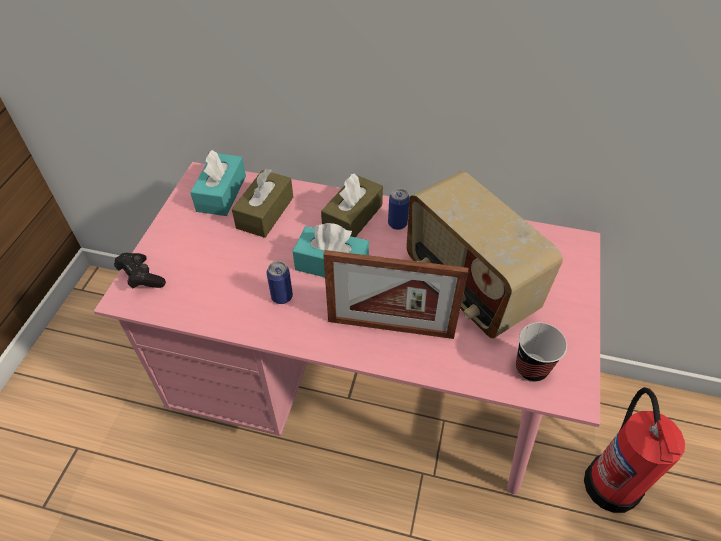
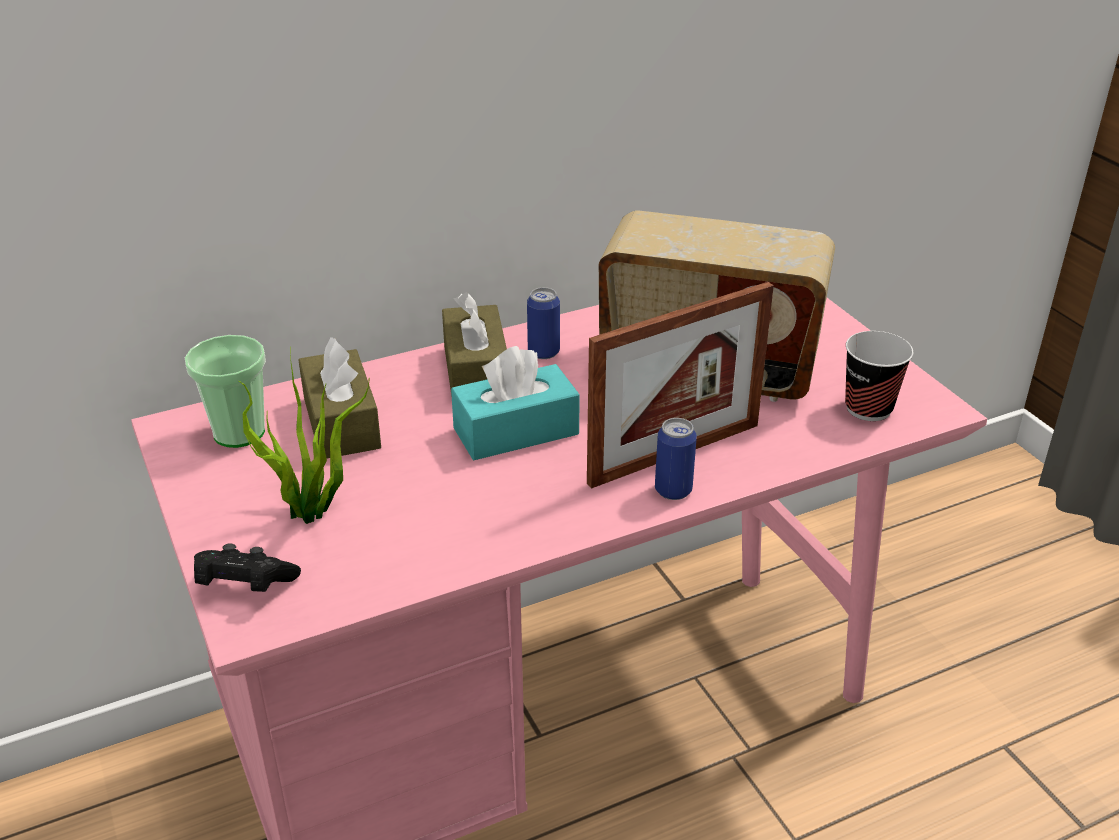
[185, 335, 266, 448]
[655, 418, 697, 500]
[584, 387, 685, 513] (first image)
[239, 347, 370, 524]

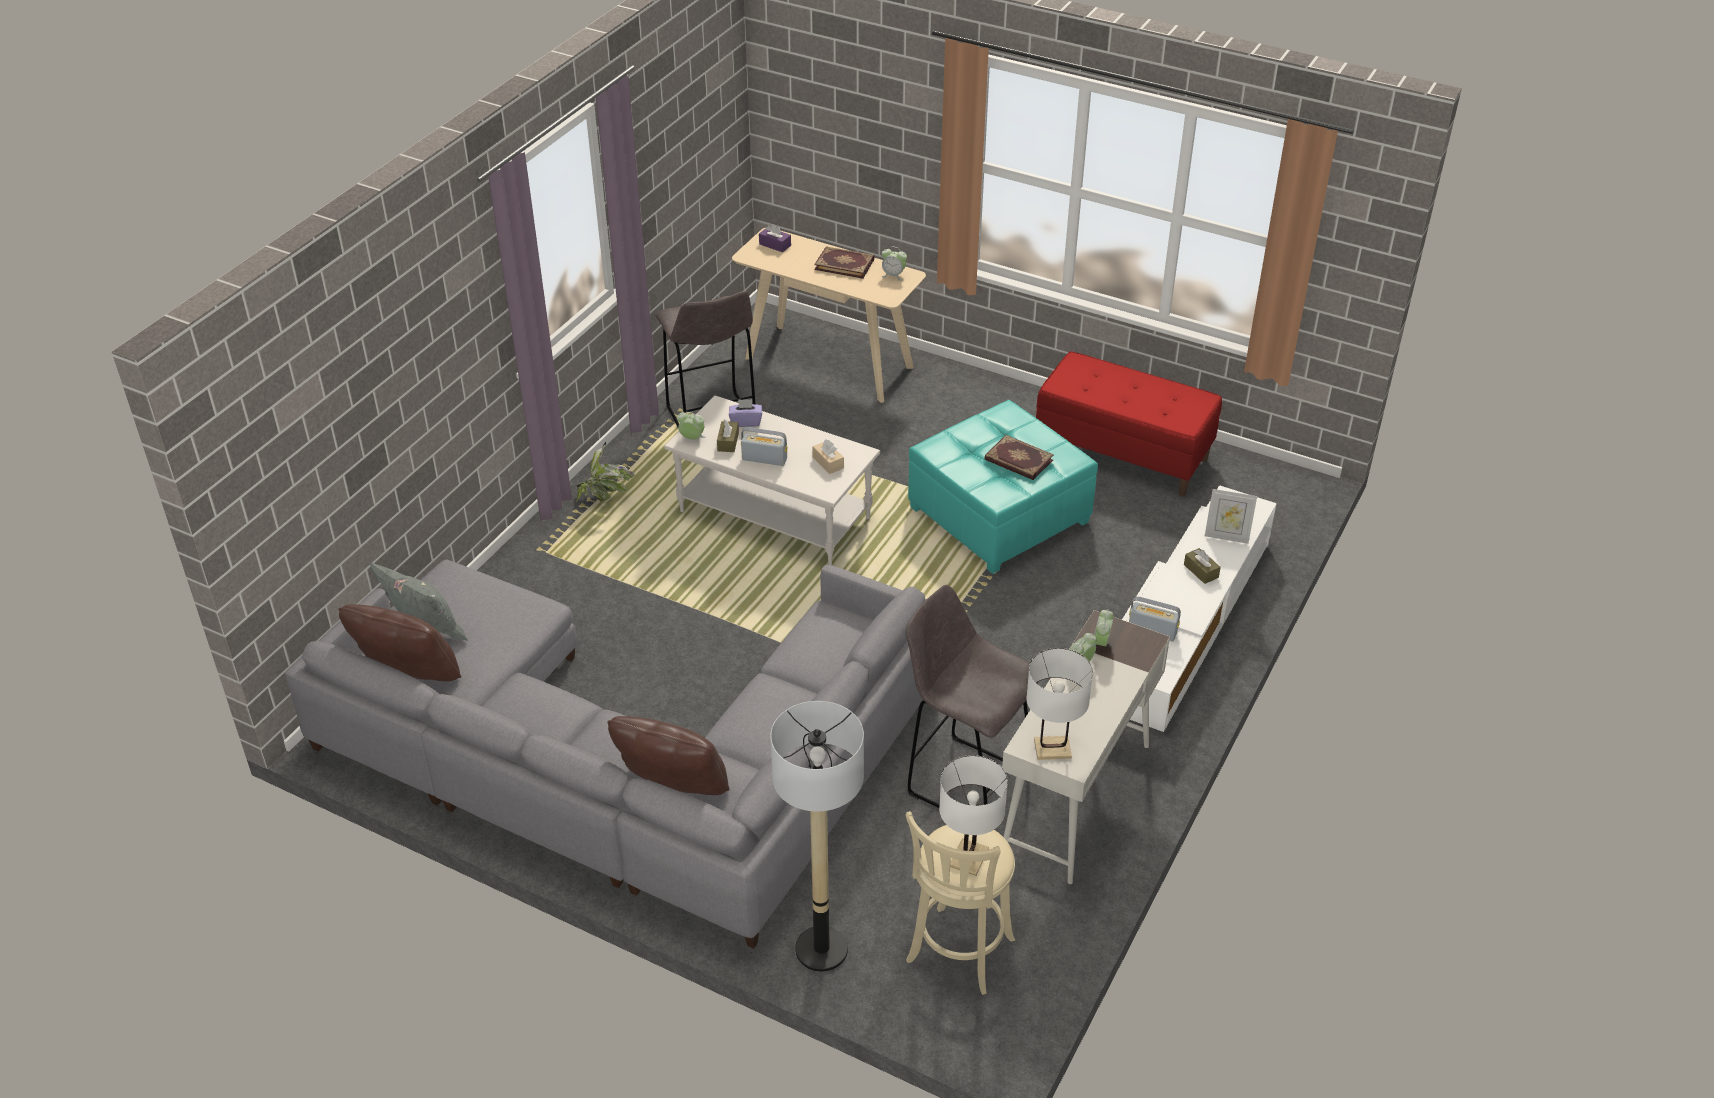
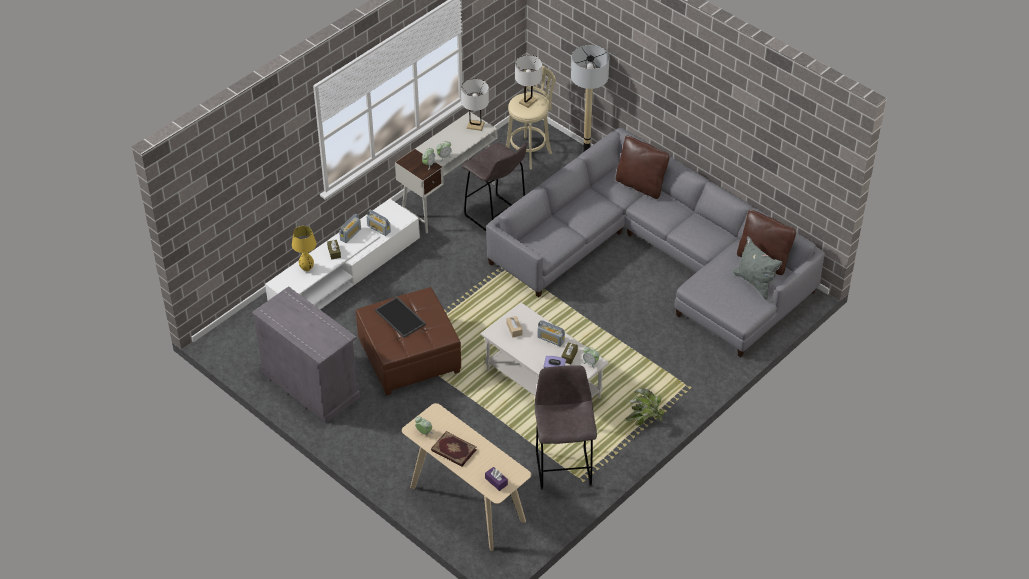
[356, 287, 461, 396]
[375, 297, 426, 338]
[252, 286, 360, 423]
[292, 226, 316, 271]
[339, 214, 361, 243]

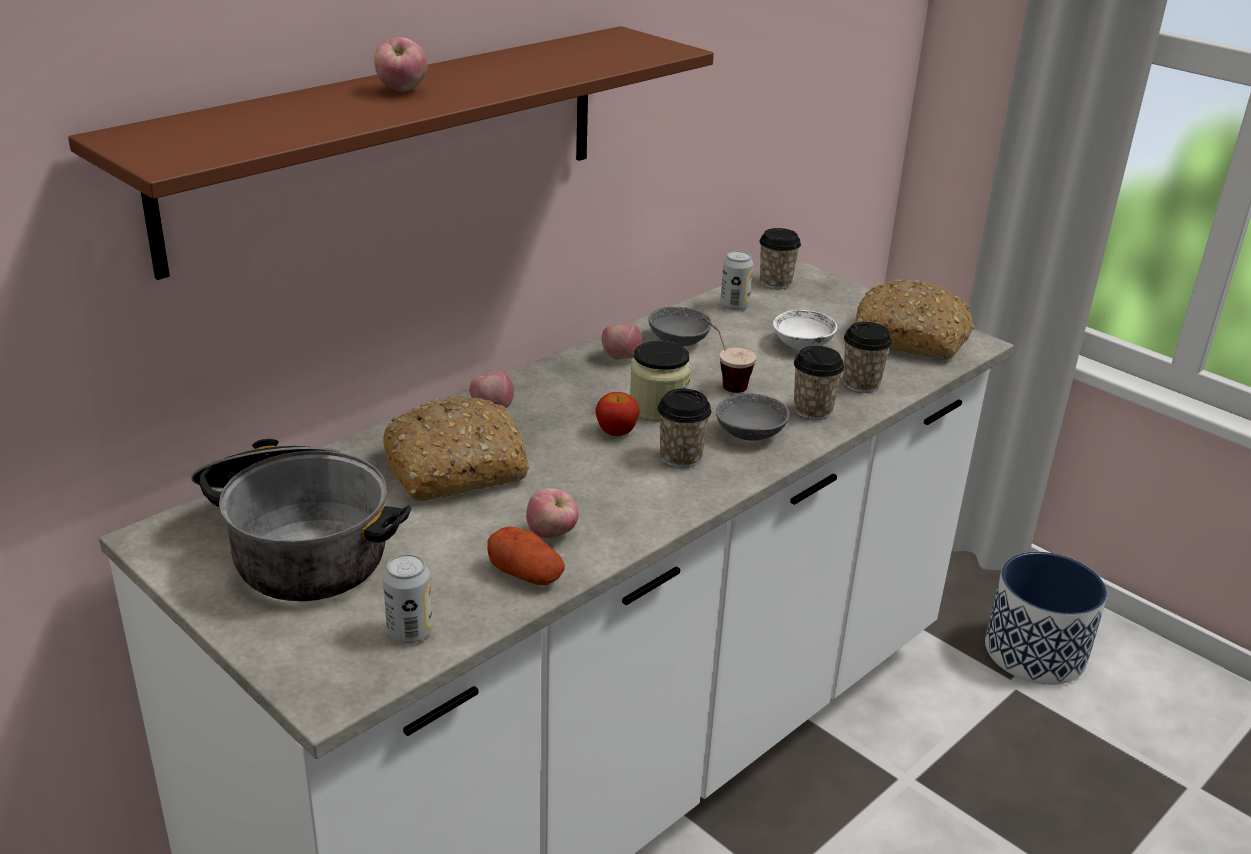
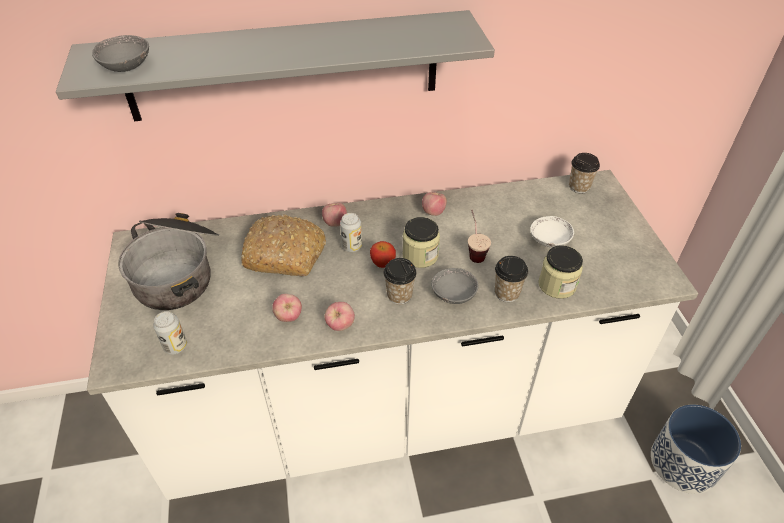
[56, 10, 495, 121]
[325, 302, 355, 331]
[487, 526, 565, 585] (first image)
[92, 35, 149, 72]
[340, 213, 362, 252]
[538, 245, 583, 299]
[855, 279, 974, 360] (first image)

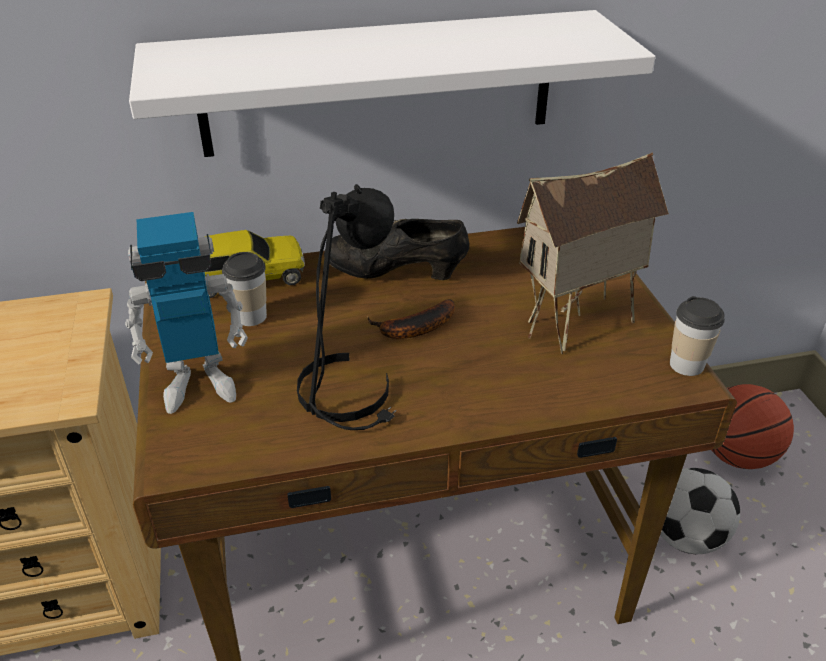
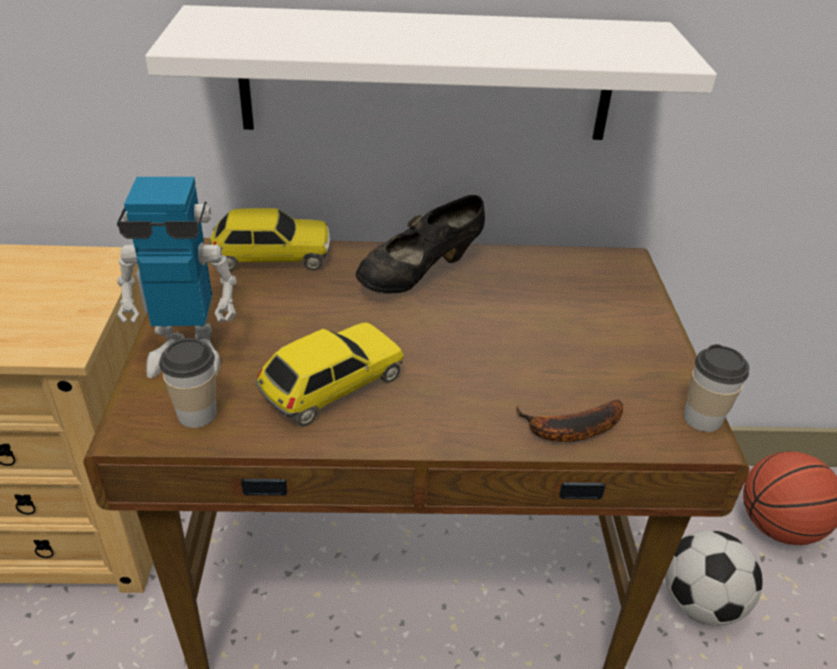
[159, 338, 217, 428]
[255, 323, 404, 427]
[356, 195, 485, 293]
[516, 400, 623, 442]
[517, 152, 669, 354] (first image)

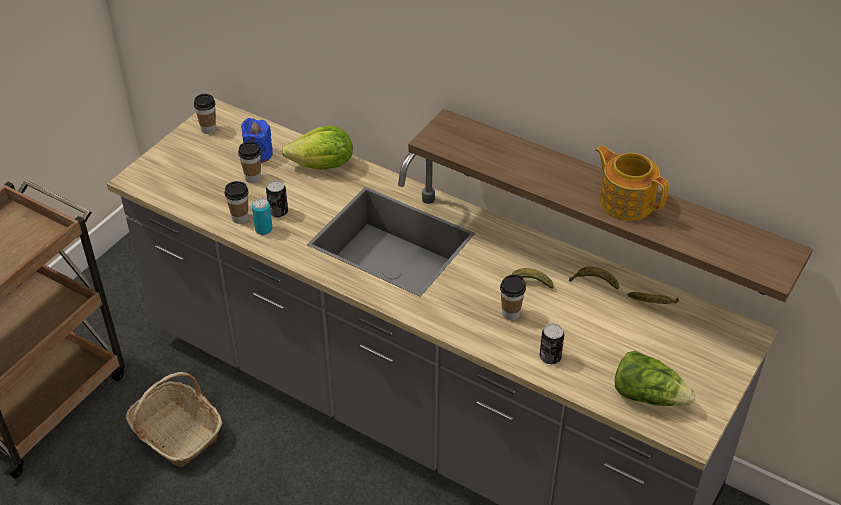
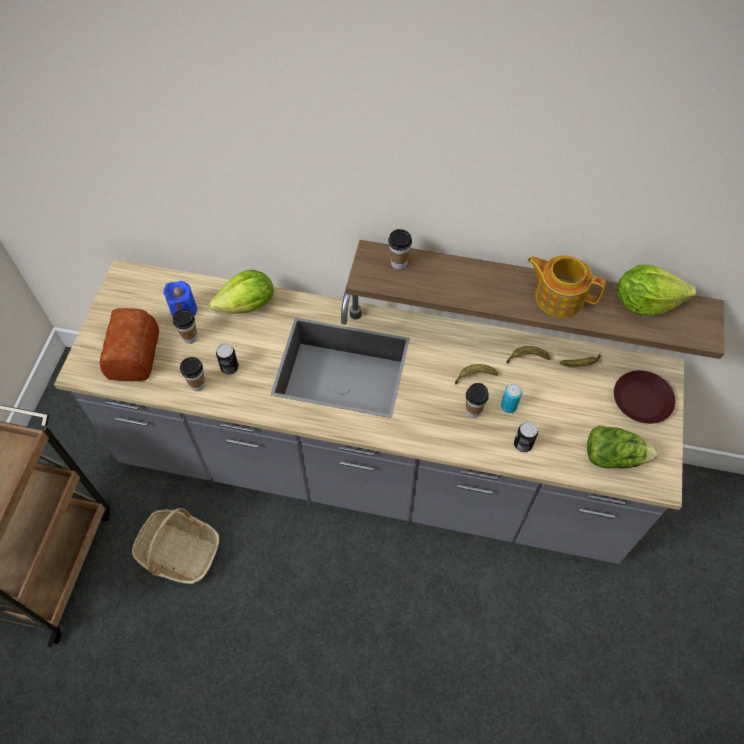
[388, 229, 412, 270]
[501, 384, 522, 413]
[99, 308, 159, 381]
[614, 370, 675, 424]
[617, 264, 696, 316]

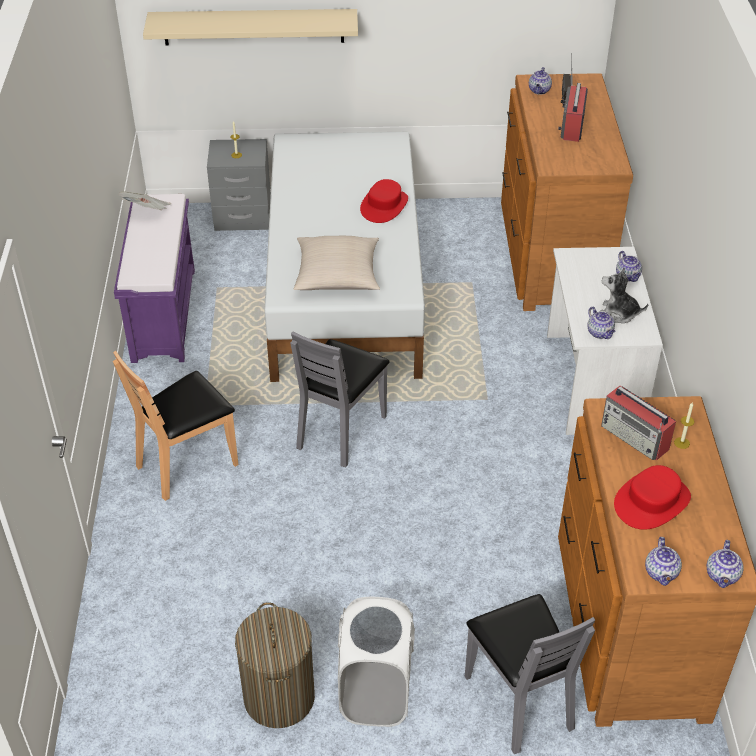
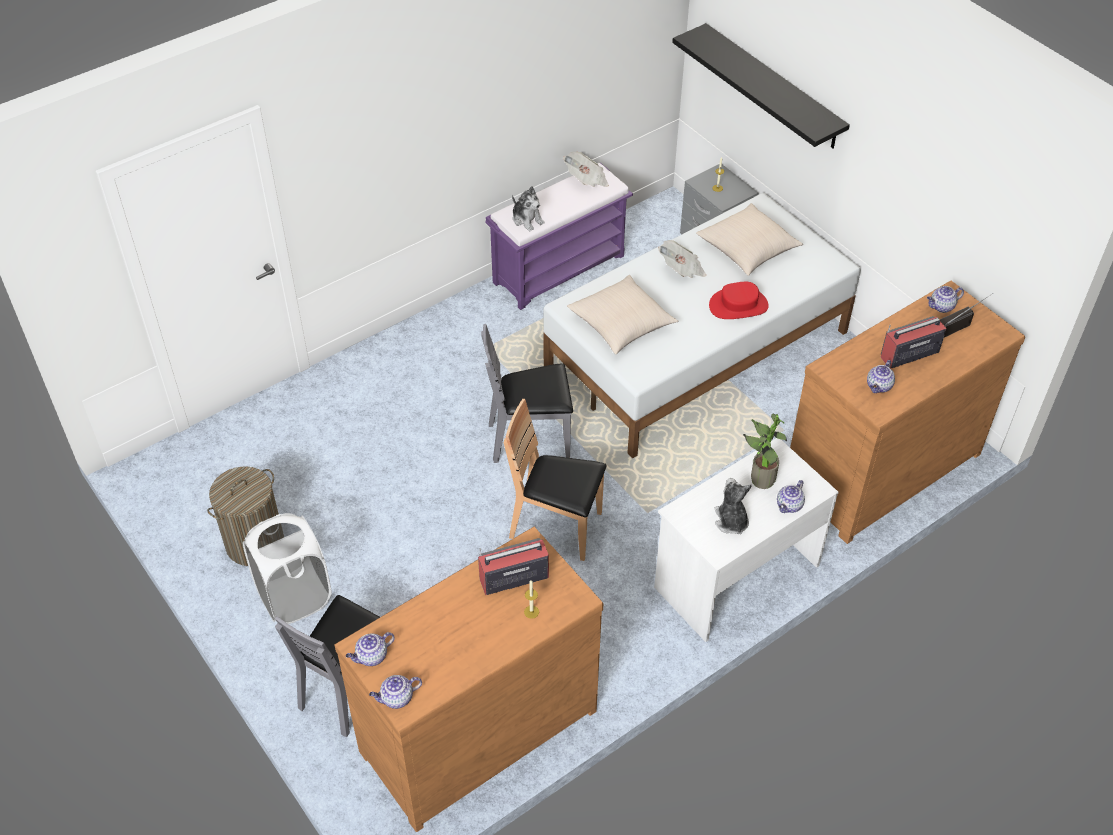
[504, 399, 607, 561]
[672, 23, 850, 149]
[867, 360, 895, 393]
[478, 538, 549, 595]
[614, 465, 691, 530] (first image)
[512, 186, 544, 231]
[658, 240, 706, 278]
[696, 203, 803, 276]
[743, 413, 787, 489]

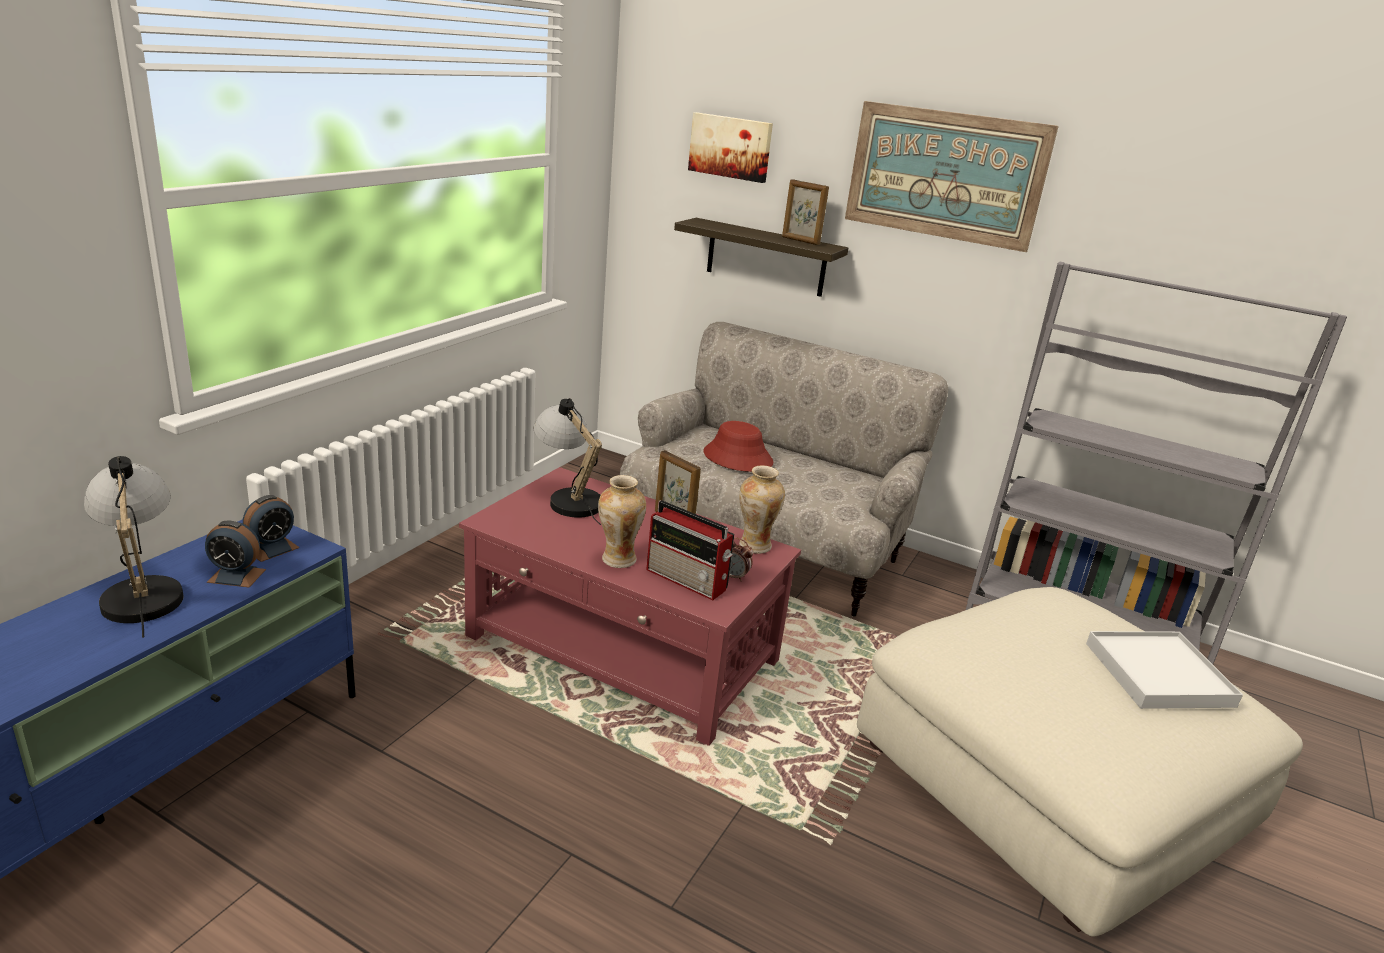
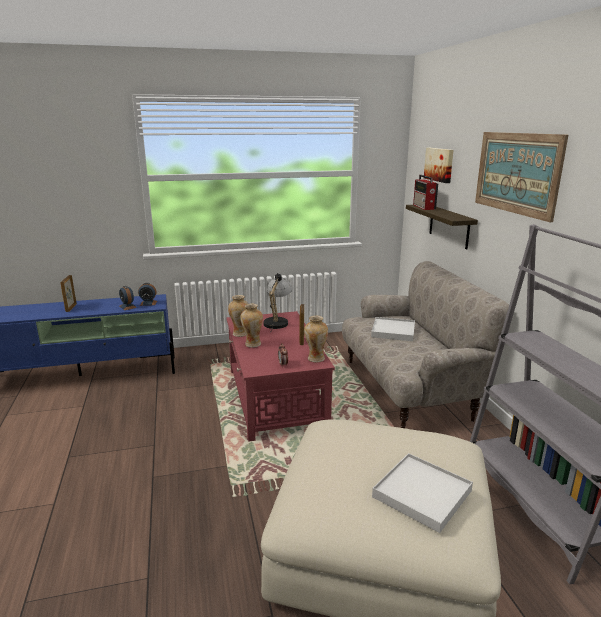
[84, 456, 183, 638] (first image)
[413, 175, 438, 210]
[371, 317, 415, 341]
[60, 275, 77, 312]
[228, 295, 248, 337]

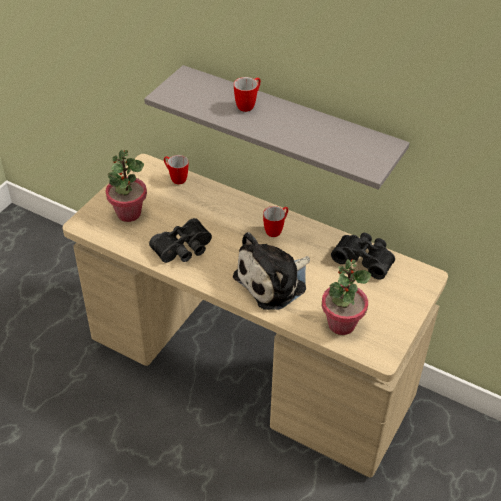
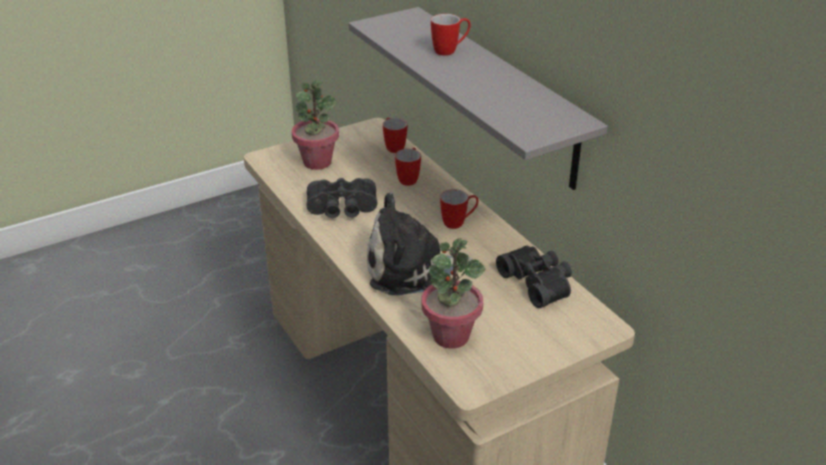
[395, 148, 421, 186]

